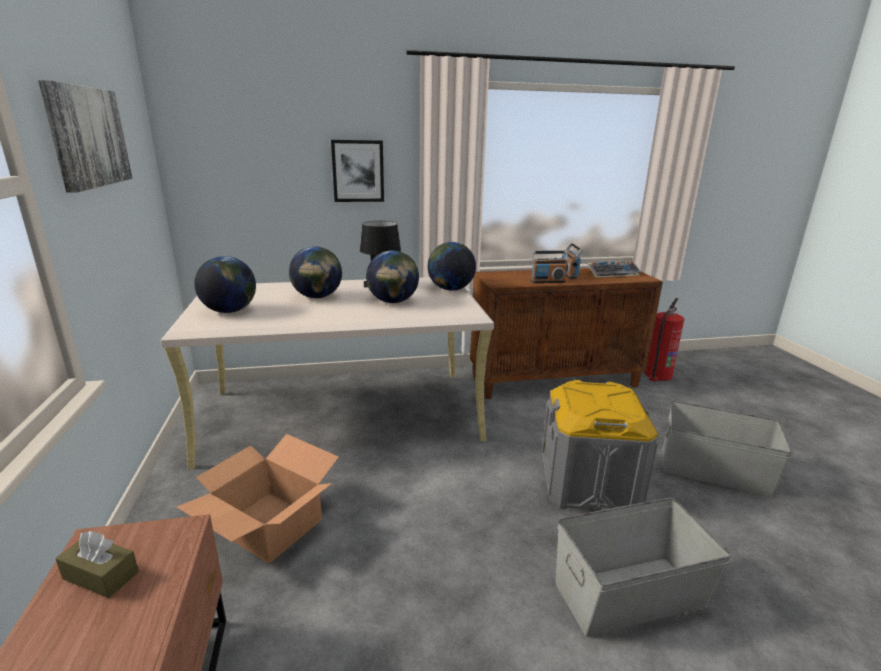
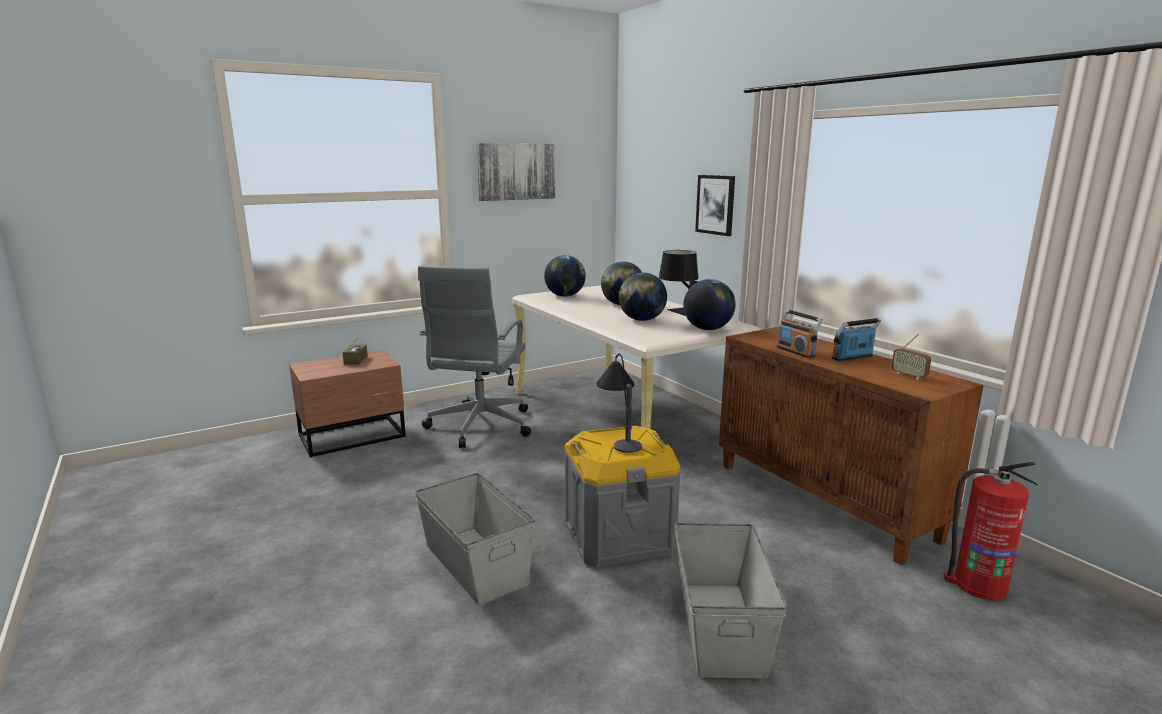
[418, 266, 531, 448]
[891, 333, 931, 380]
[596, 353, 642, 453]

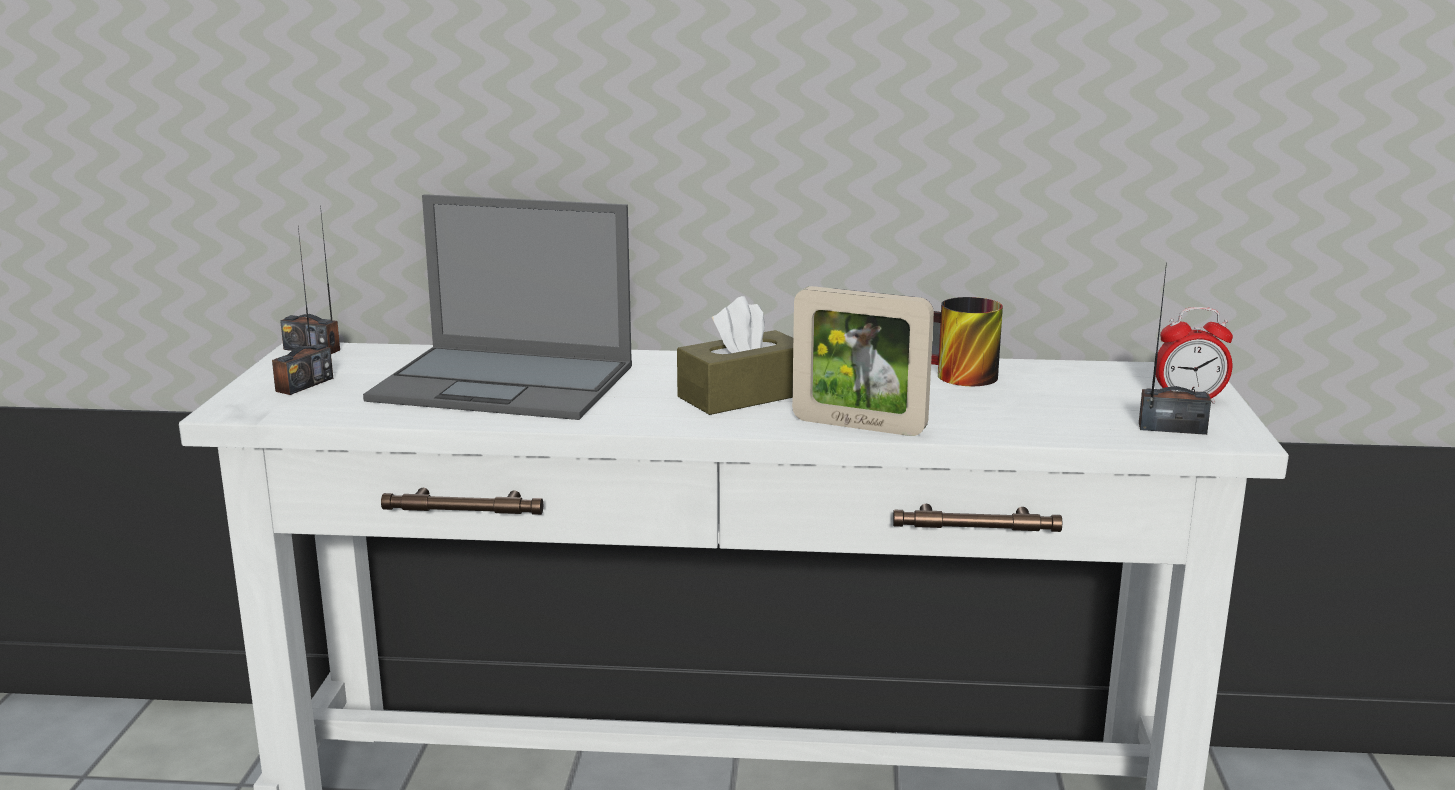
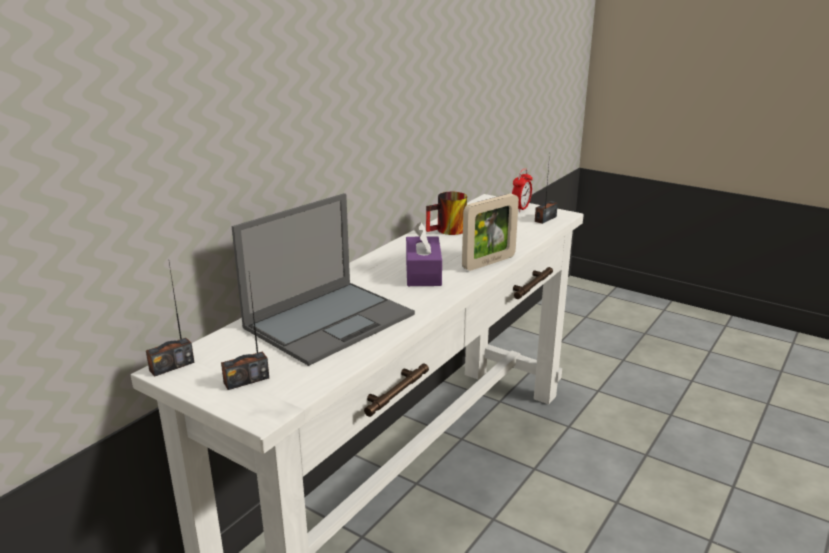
[221, 274, 269, 390]
[406, 222, 442, 286]

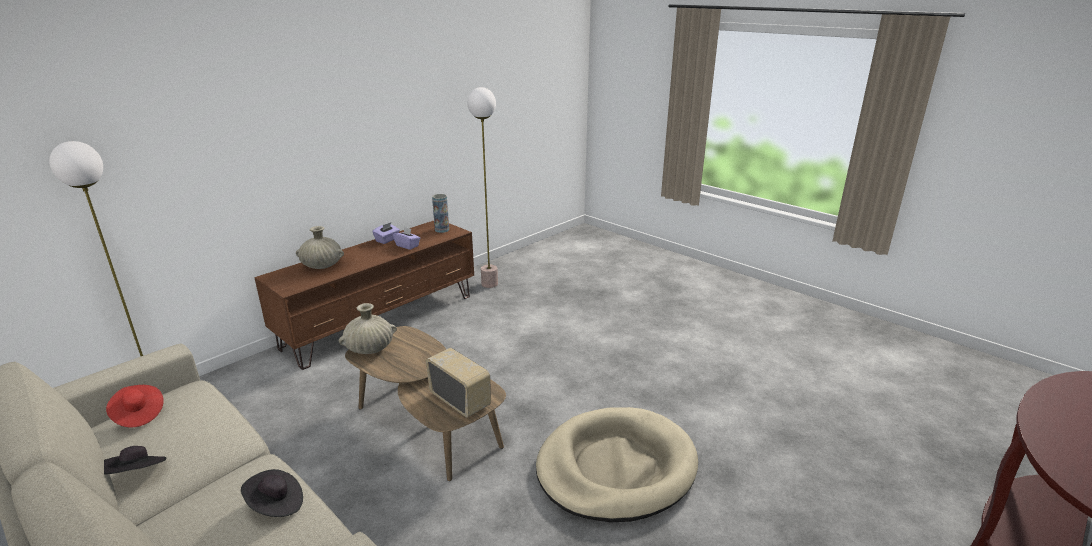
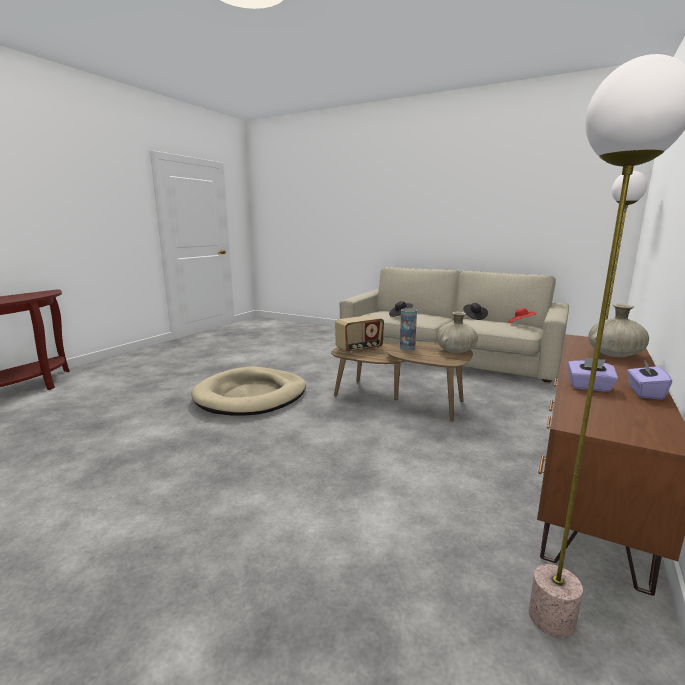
[335, 315, 384, 353]
[400, 308, 417, 350]

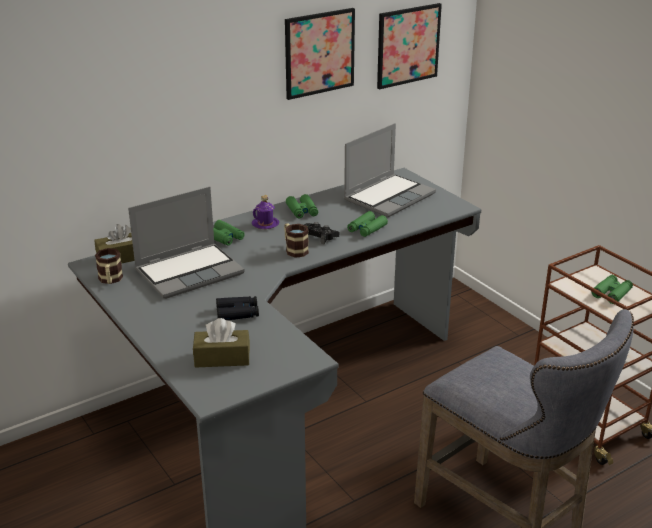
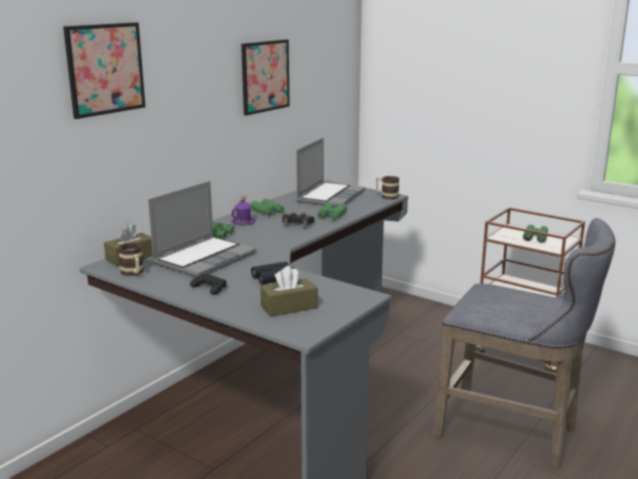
[376, 176, 399, 200]
[63, 22, 145, 119]
[190, 273, 227, 295]

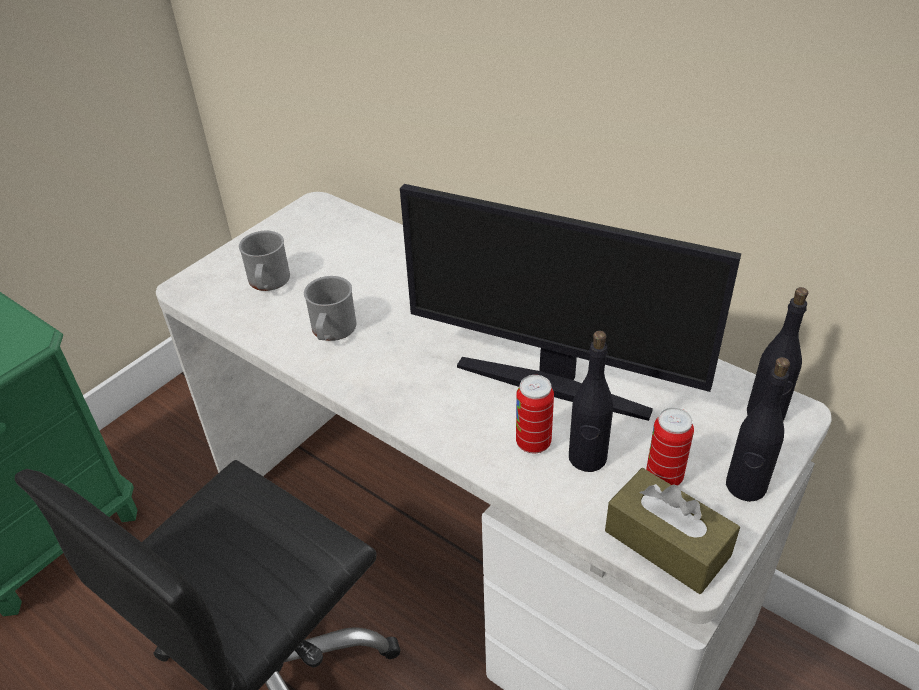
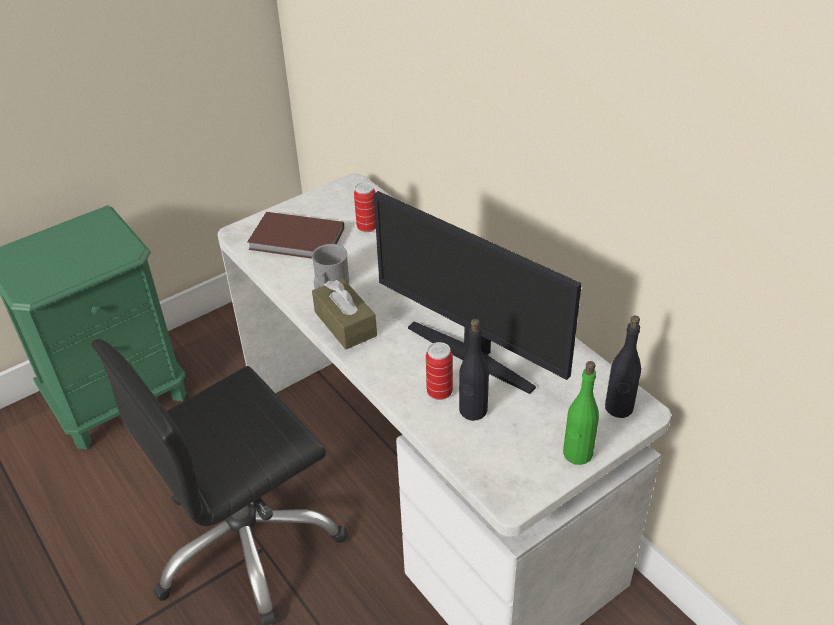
[247, 212, 344, 259]
[312, 278, 377, 349]
[354, 182, 376, 233]
[563, 361, 599, 465]

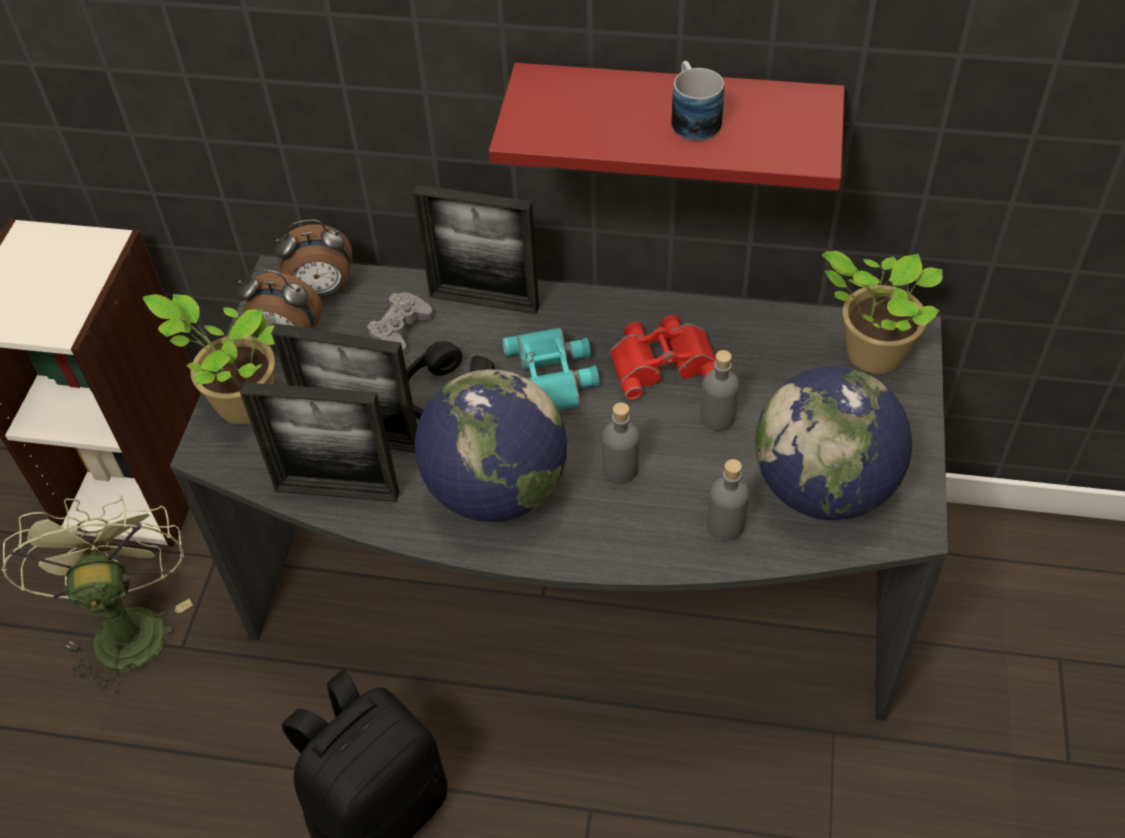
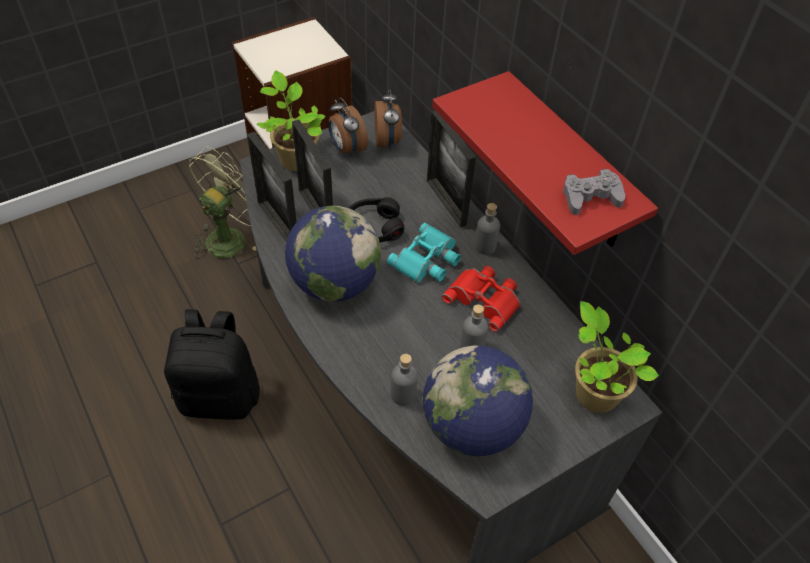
[375, 89, 402, 150]
[563, 169, 625, 215]
[474, 203, 500, 255]
[672, 61, 724, 141] (first image)

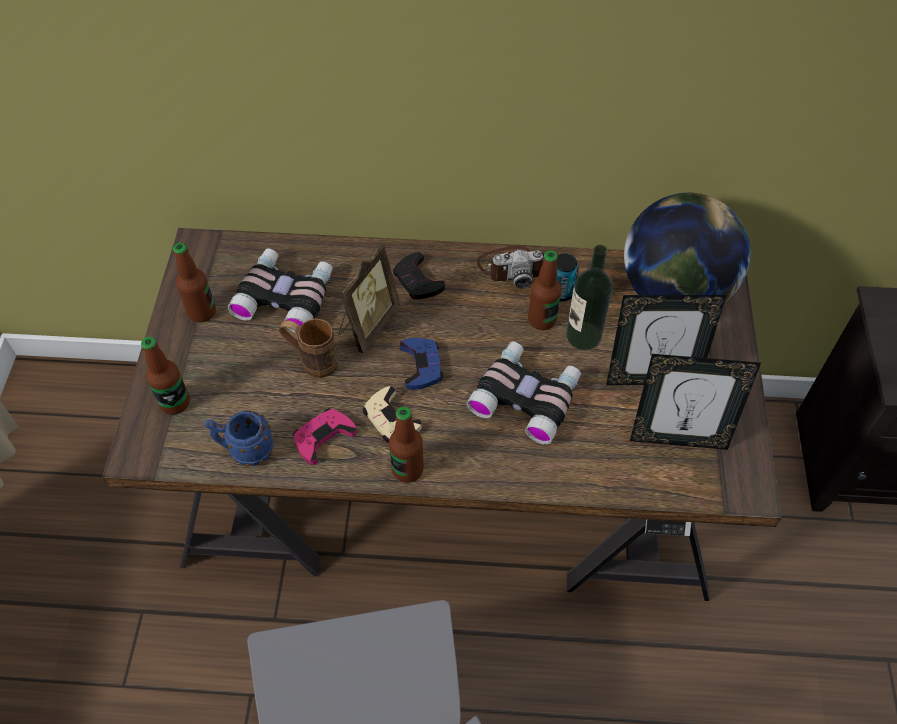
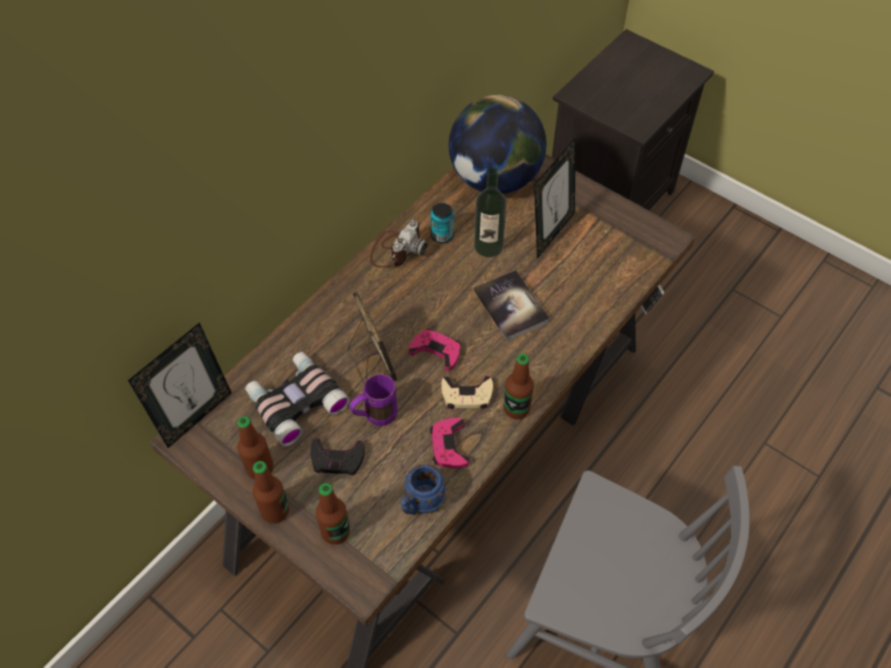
[349, 374, 398, 426]
[310, 438, 365, 475]
[409, 329, 461, 371]
[474, 270, 550, 341]
[253, 461, 289, 523]
[128, 322, 232, 448]

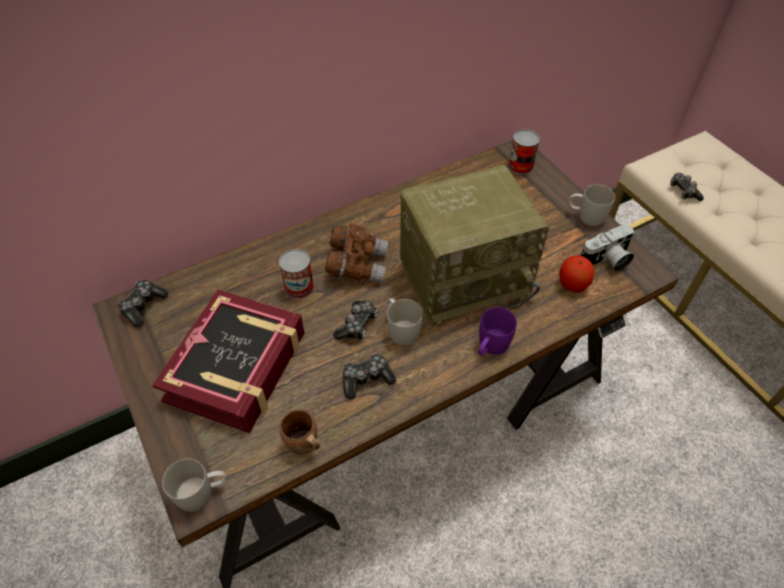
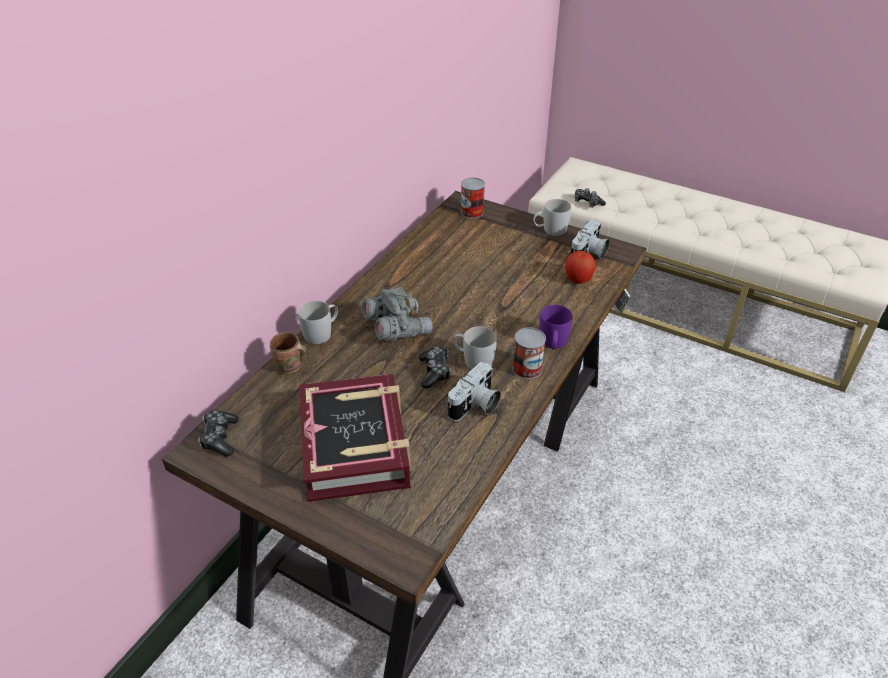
[298, 301, 338, 344]
[512, 327, 546, 379]
[270, 332, 308, 374]
[362, 287, 433, 341]
[448, 362, 501, 421]
[400, 165, 549, 327] (first image)

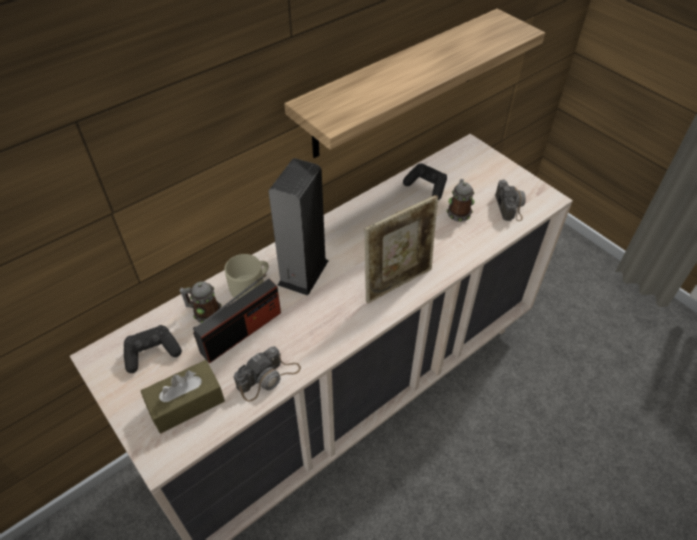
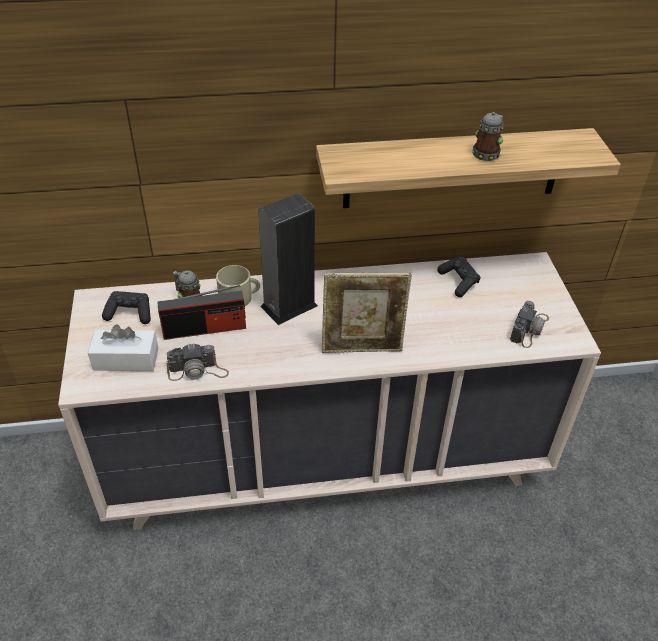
[88, 324, 159, 371]
[472, 112, 504, 161]

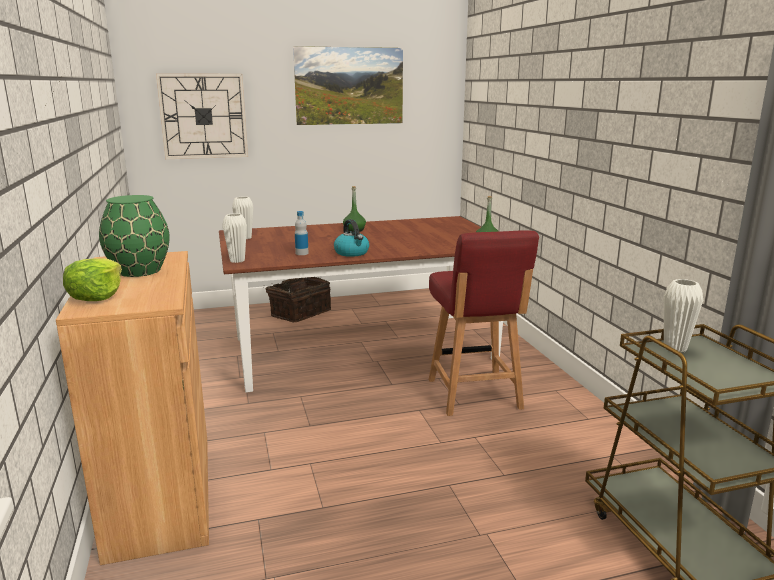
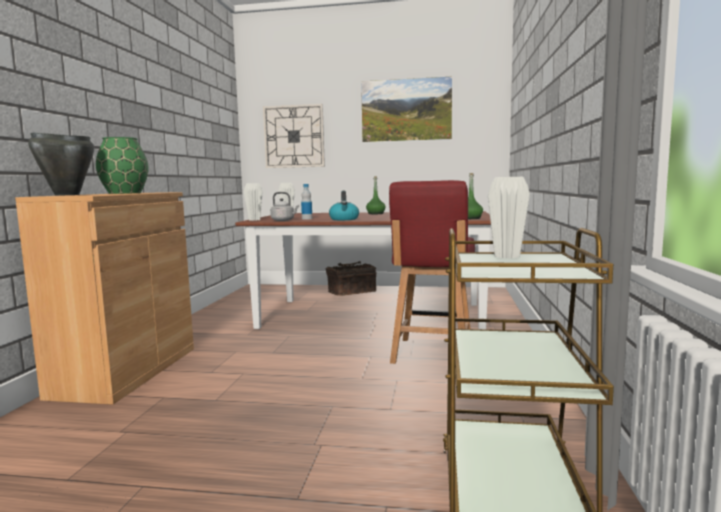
[28, 132, 94, 196]
[271, 192, 299, 221]

